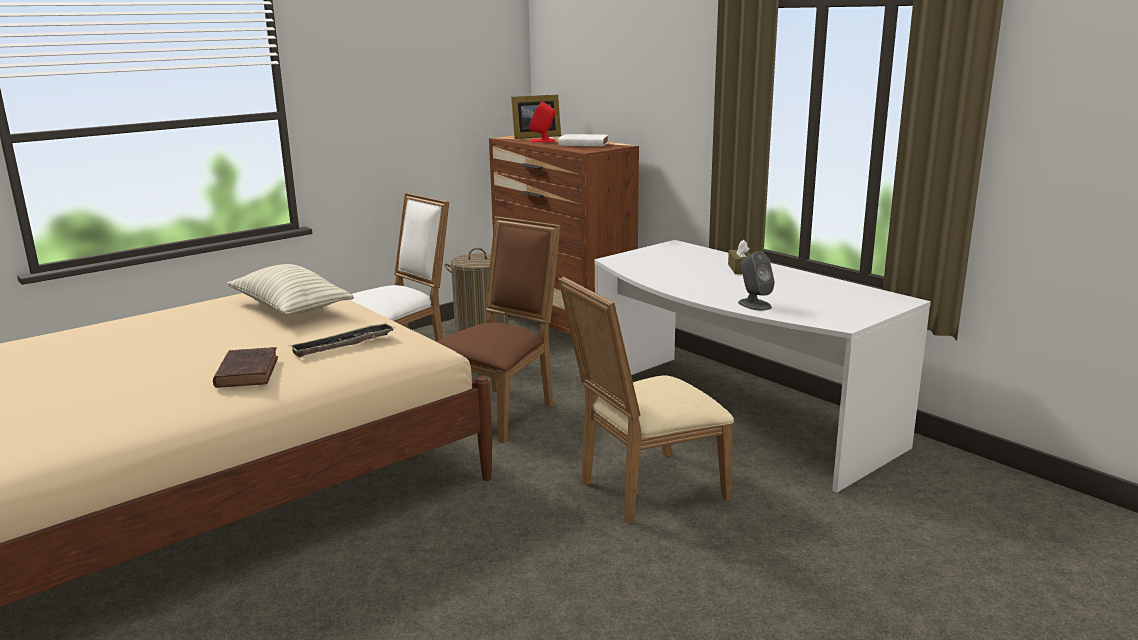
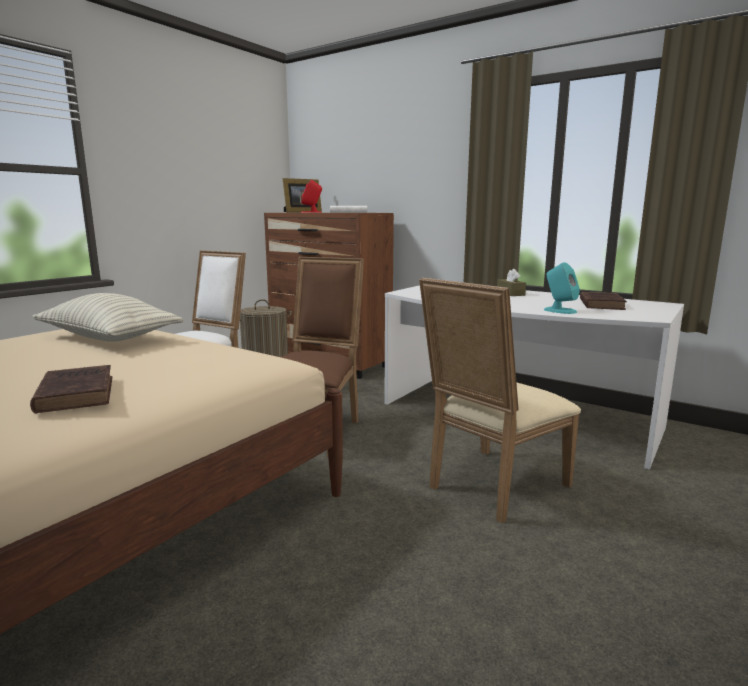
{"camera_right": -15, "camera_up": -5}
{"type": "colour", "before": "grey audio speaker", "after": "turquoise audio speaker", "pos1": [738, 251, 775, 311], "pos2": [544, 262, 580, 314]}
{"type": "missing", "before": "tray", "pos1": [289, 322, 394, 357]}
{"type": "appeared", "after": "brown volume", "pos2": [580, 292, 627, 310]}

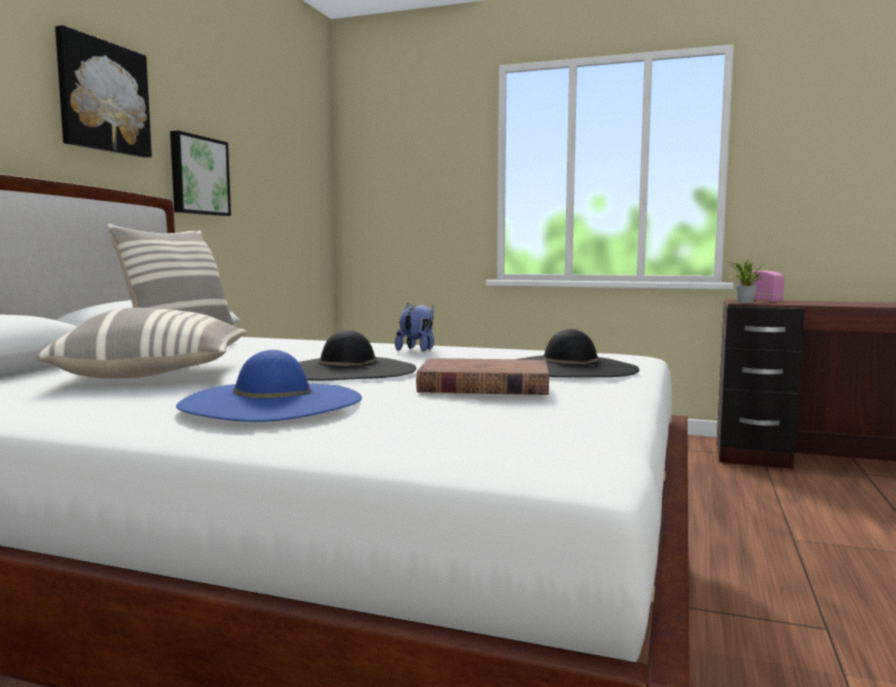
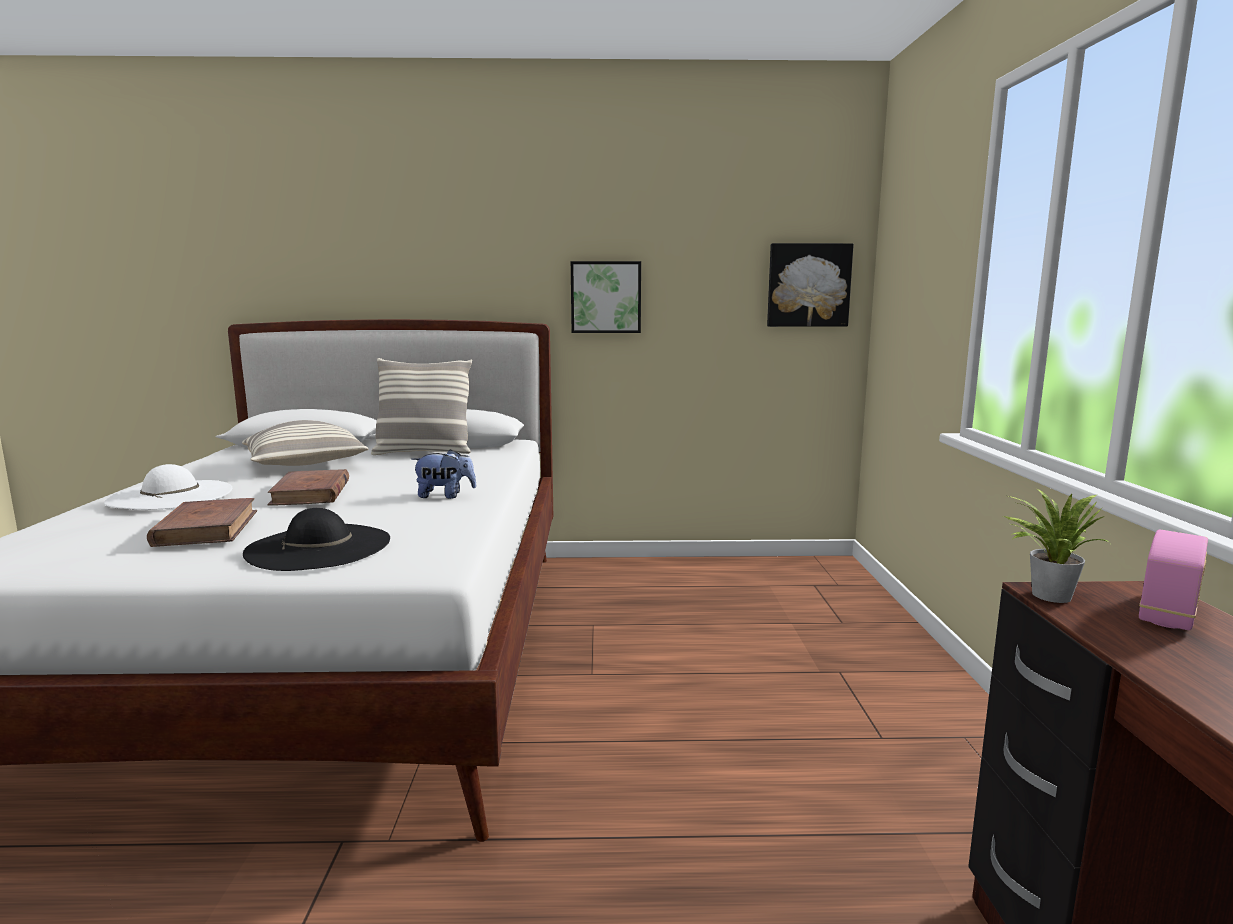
{"camera_right": 70, "camera_up": 5}
{"type": "relocated", "before": "wall picture", "pos1": [55, 25, 152, 158], "pos2": [767, 243, 854, 327]}
{"type": "exchanged", "before": "blackish clothing hat", "after": "brown volume", "pos1": [299, 330, 416, 381], "pos2": [267, 469, 349, 505]}
{"type": "colour", "before": "blue-coloured clothing hat", "after": "whitish clothing hat", "pos1": [176, 350, 362, 422], "pos2": [104, 464, 232, 510]}

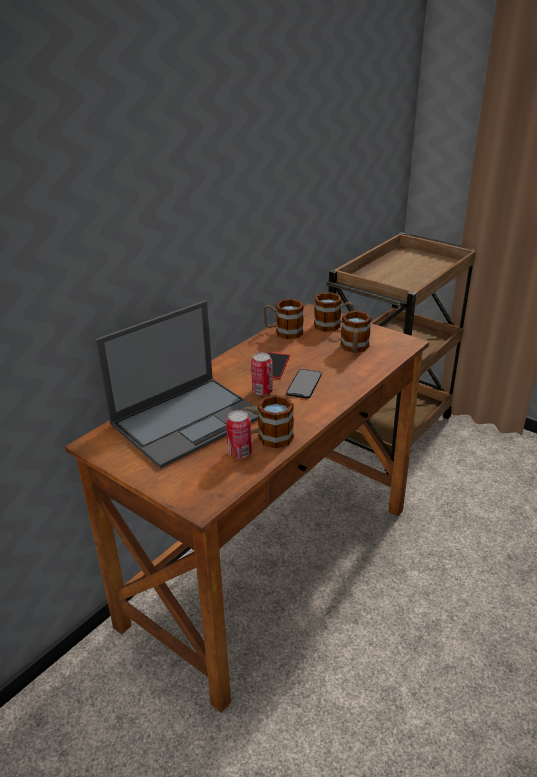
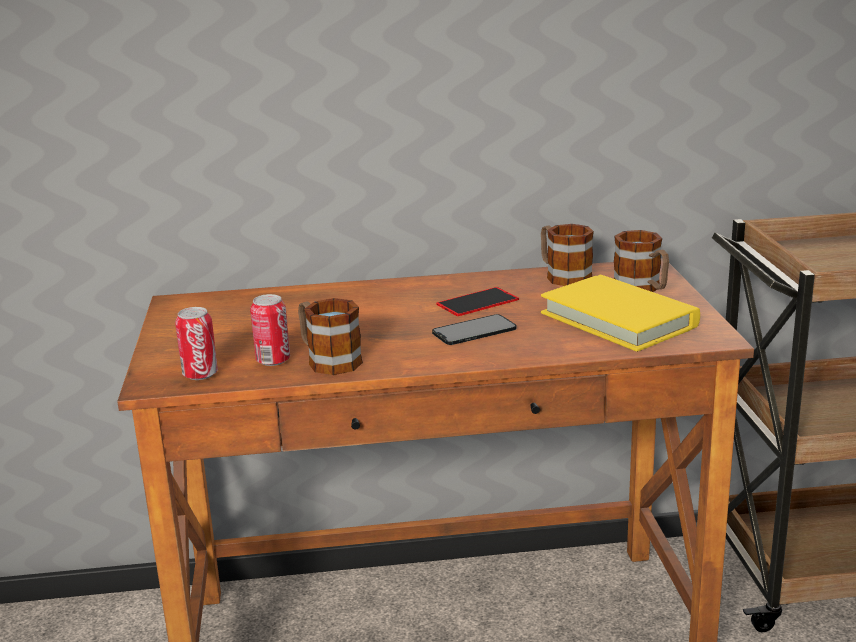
{"camera_right": 45, "camera_up": -10}
{"type": "missing", "before": "notebook computer", "pos1": [95, 300, 258, 468]}
{"type": "exchanged", "before": "tea mug", "after": "yellowish volume", "pos1": [341, 311, 371, 353], "pos2": [541, 275, 700, 352]}
{"type": "relocated", "before": "metal can", "pos1": [251, 353, 273, 395], "pos2": [175, 307, 218, 380]}

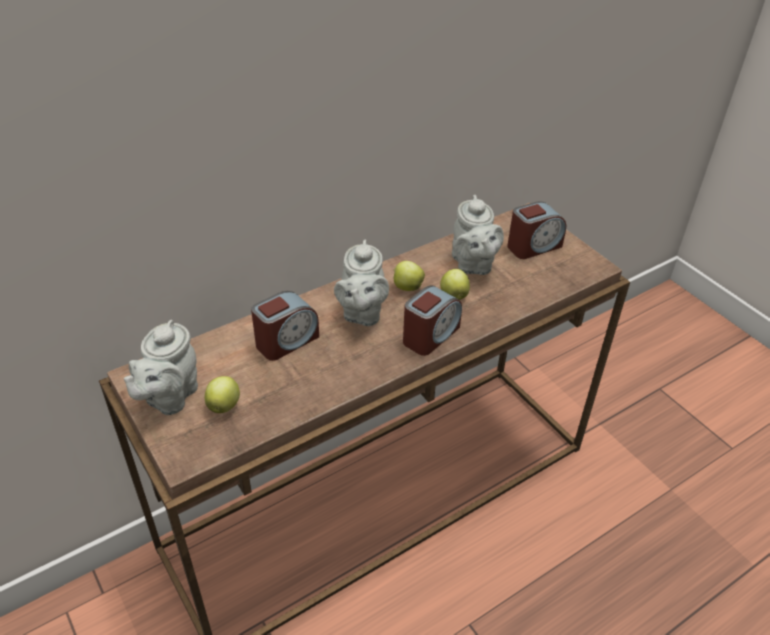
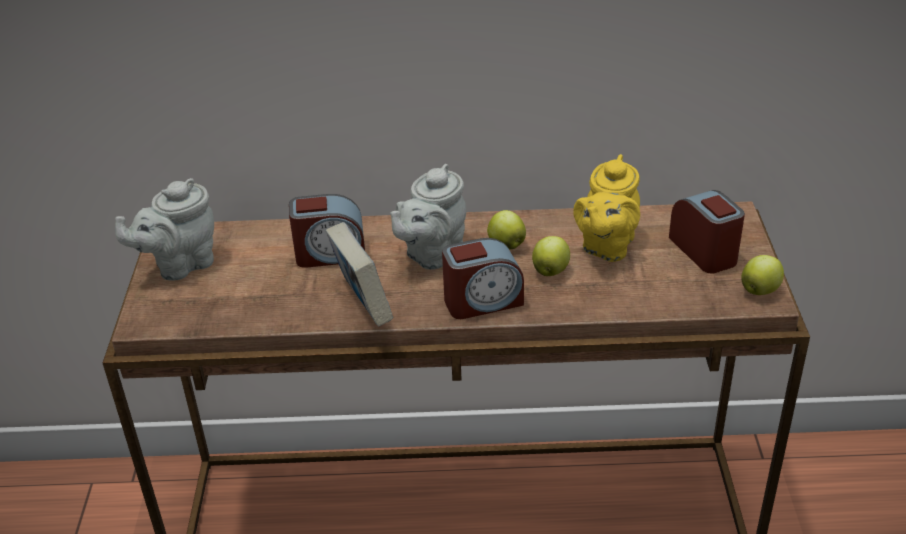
{"camera_right": 35, "camera_up": -5}
{"type": "colour", "before": "grey tea pot", "after": "yellowish tea pot", "pos1": [452, 195, 504, 275], "pos2": [573, 154, 640, 262]}
{"type": "spun", "before": "alarm clock", "pos1": [507, 201, 566, 259], "pos2": [669, 190, 745, 274], "turn": -120}
{"type": "relocated", "before": "whole apple", "pos1": [205, 376, 240, 413], "pos2": [741, 255, 784, 295]}
{"type": "appeared", "after": "volume", "pos2": [326, 222, 393, 327]}

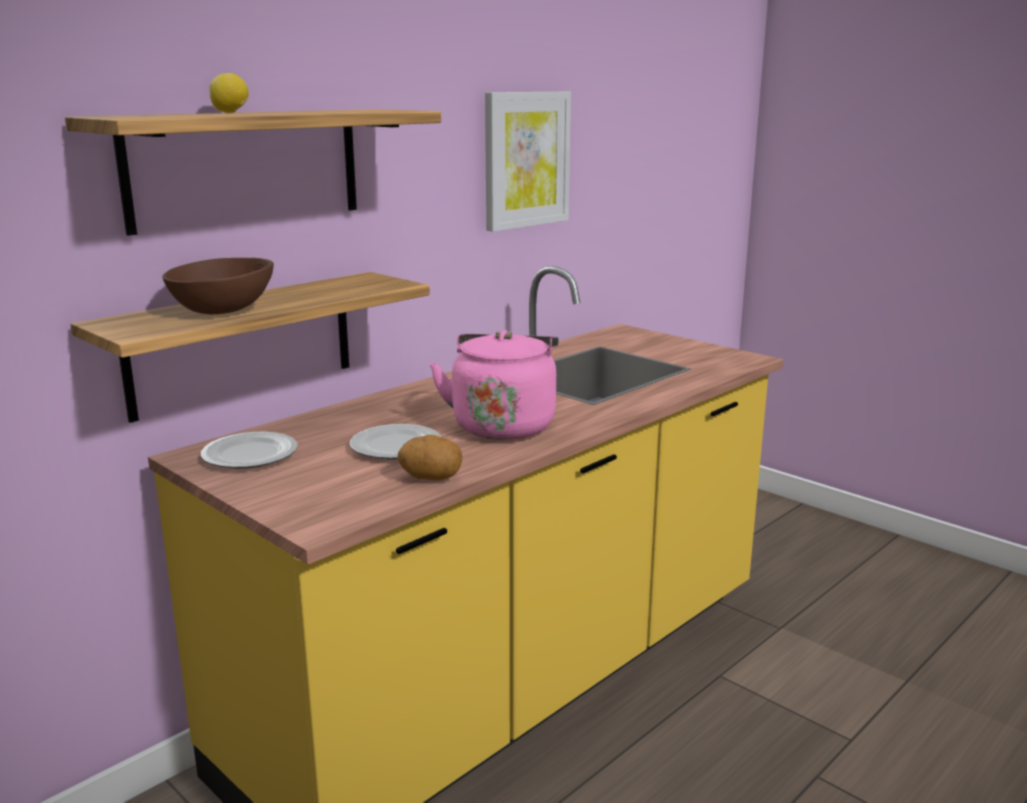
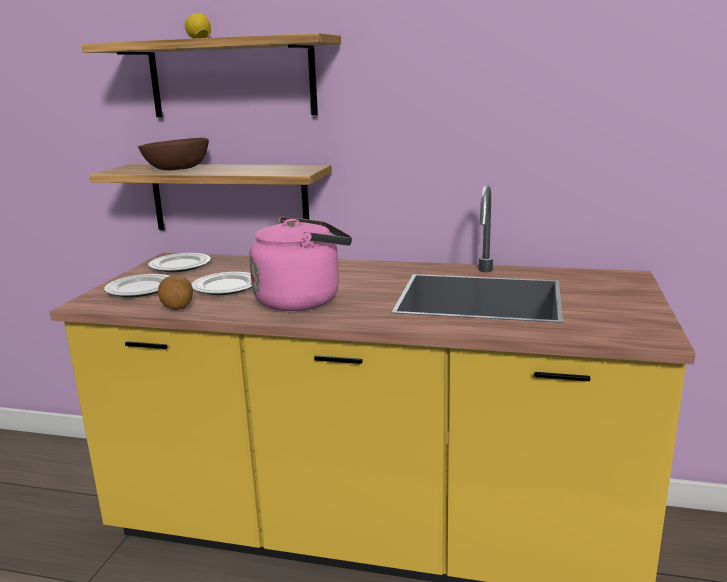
{"camera_right": 60, "camera_up": 0}
{"type": "missing", "before": "wall picture", "pos1": [485, 92, 571, 232]}
{"type": "appeared", "after": "dinner plate", "pos2": [104, 274, 169, 297]}

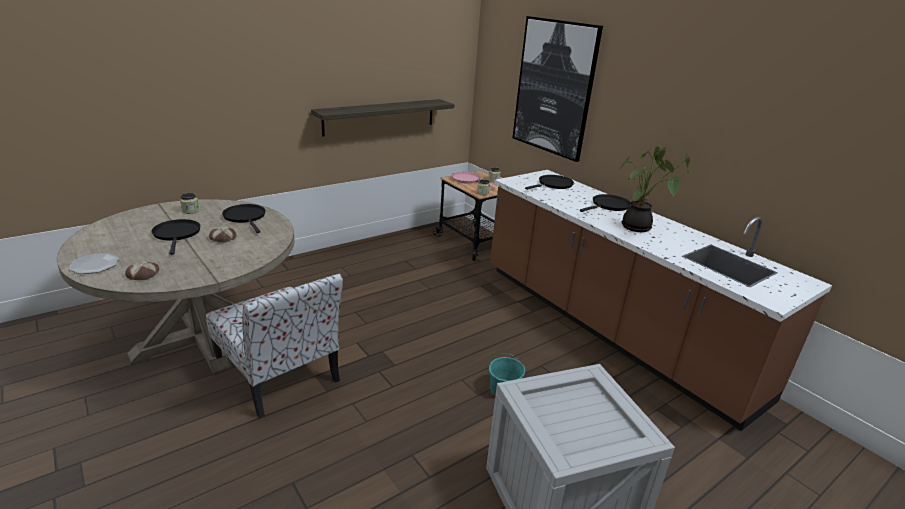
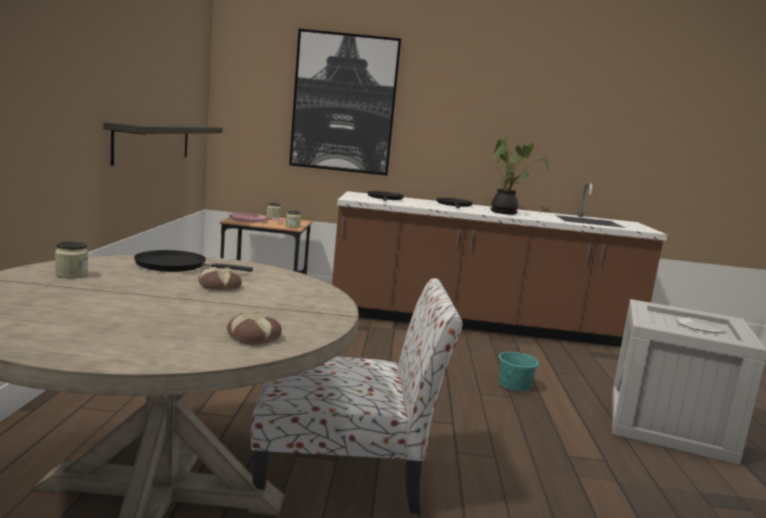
{"camera_right": -50, "camera_up": -15}
{"type": "missing", "before": "blackish pan", "pos1": [151, 219, 200, 255]}
{"type": "relocated", "before": "dinner plate", "pos1": [68, 253, 119, 274], "pos2": [676, 317, 726, 333]}

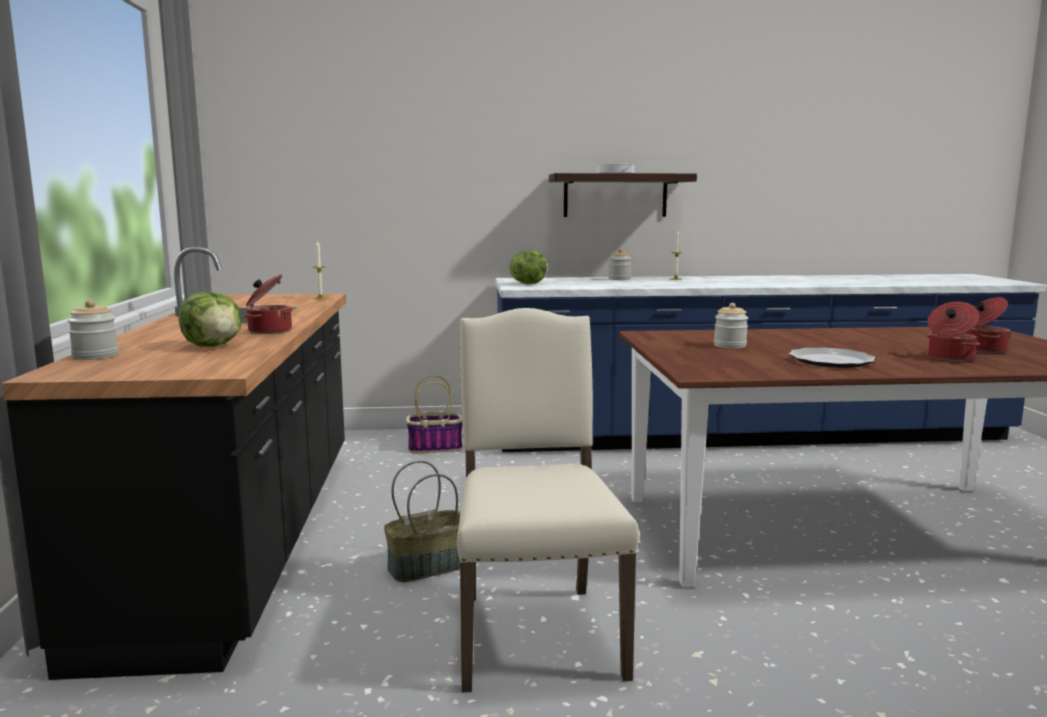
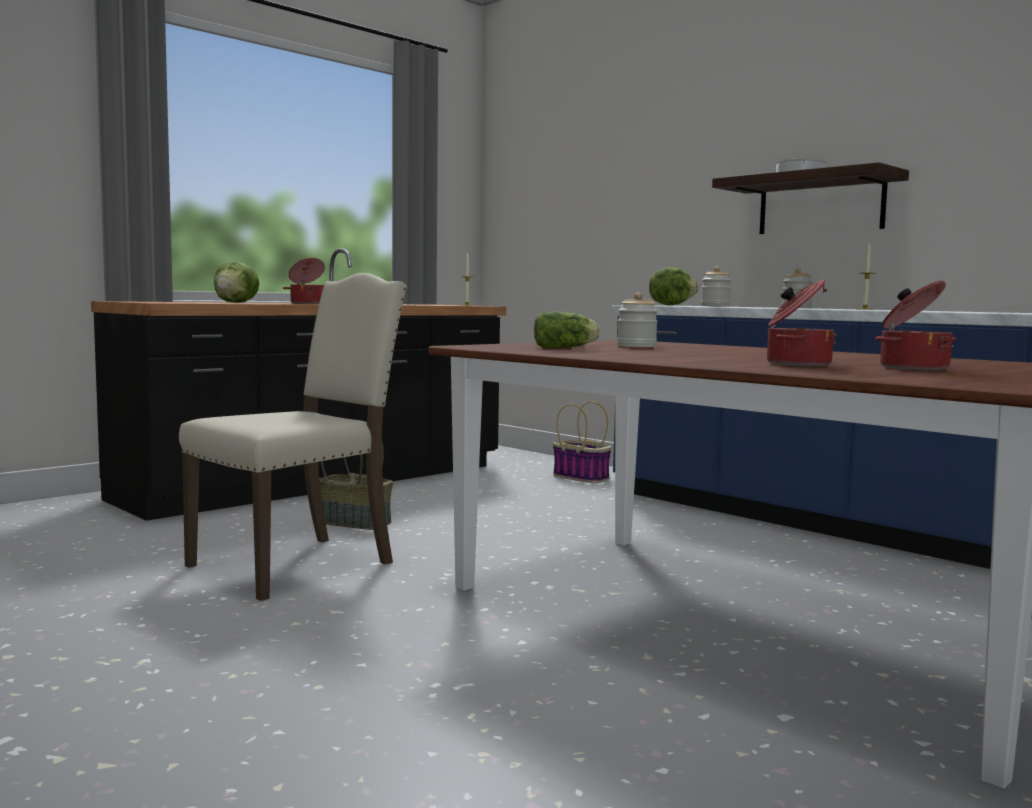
{"camera_right": 50, "camera_up": -5}
{"type": "relocated", "before": "storage jar", "pos1": [67, 300, 119, 360], "pos2": [701, 266, 732, 307]}
{"type": "missing", "before": "dinner plate", "pos1": [788, 348, 876, 368]}
{"type": "appeared", "after": "head of lettuce", "pos2": [534, 311, 600, 348]}

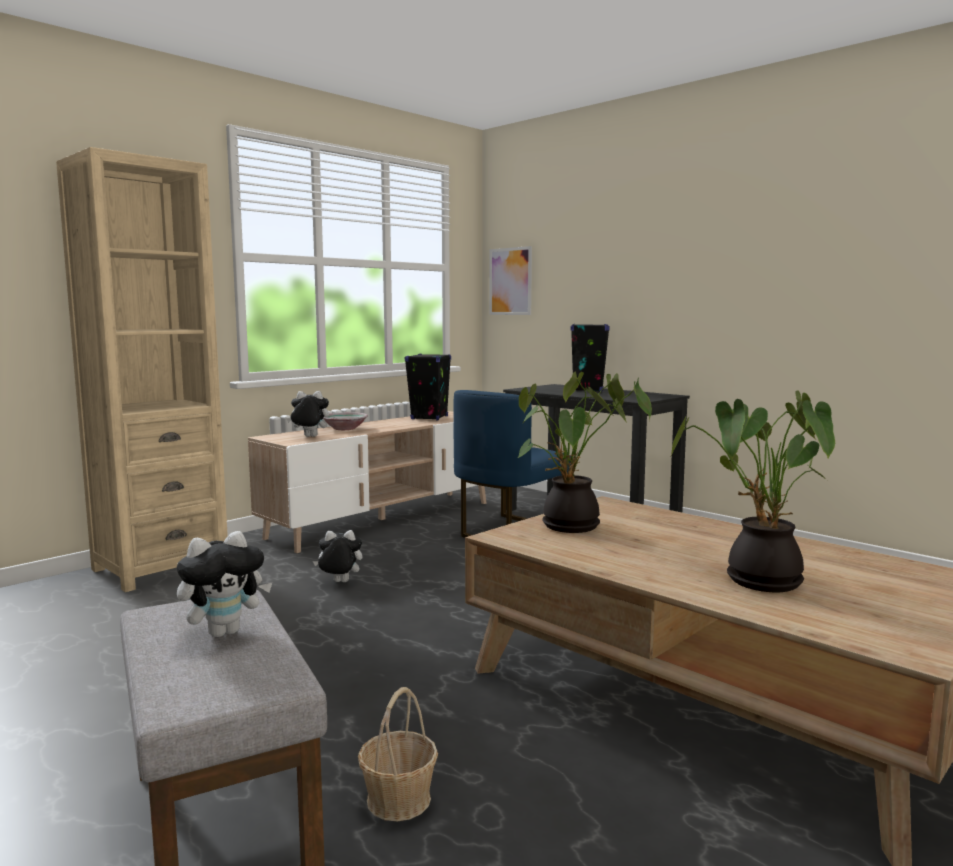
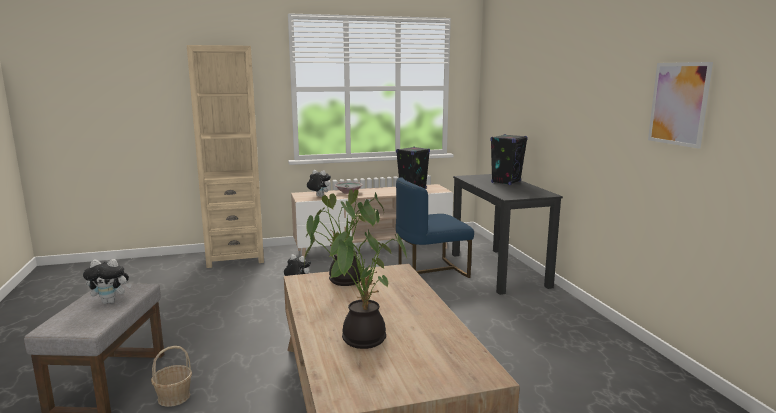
{"camera_right": 30, "camera_up": 5}
{"type": "relocated", "before": "wall picture", "pos1": [489, 246, 532, 315], "pos2": [648, 62, 713, 149]}

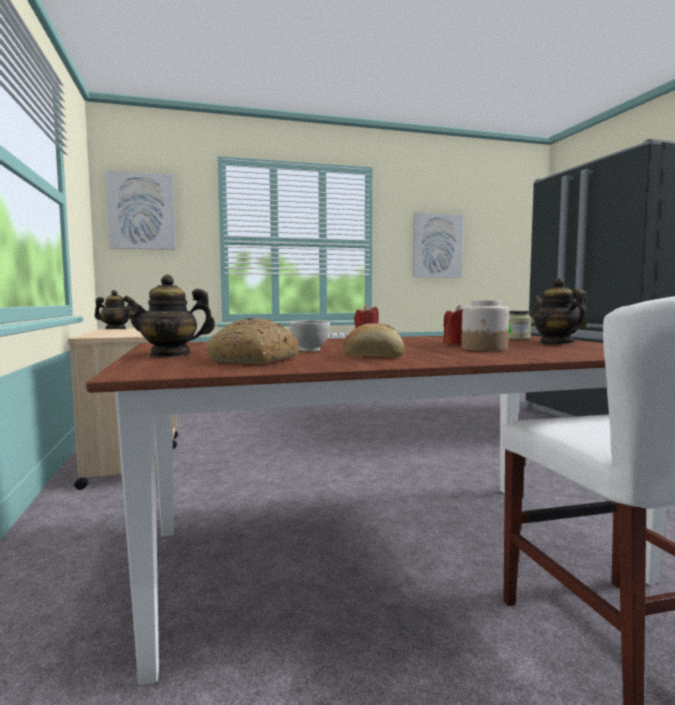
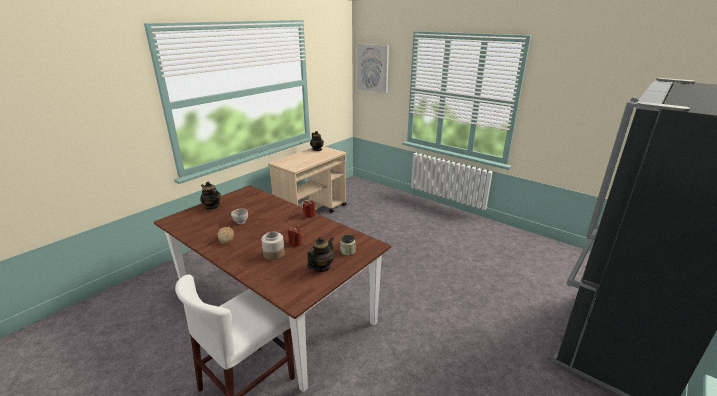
{"camera_right": 55, "camera_up": 20}
{"type": "missing", "before": "wall picture", "pos1": [413, 213, 463, 278]}
{"type": "missing", "before": "baked bread", "pos1": [206, 318, 299, 364]}

